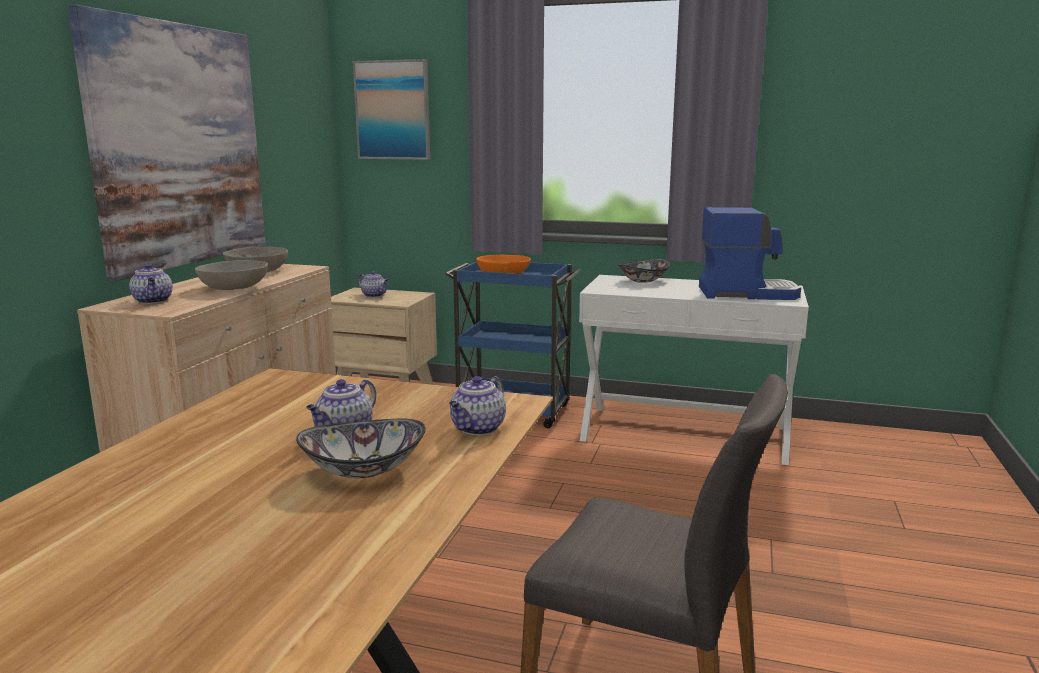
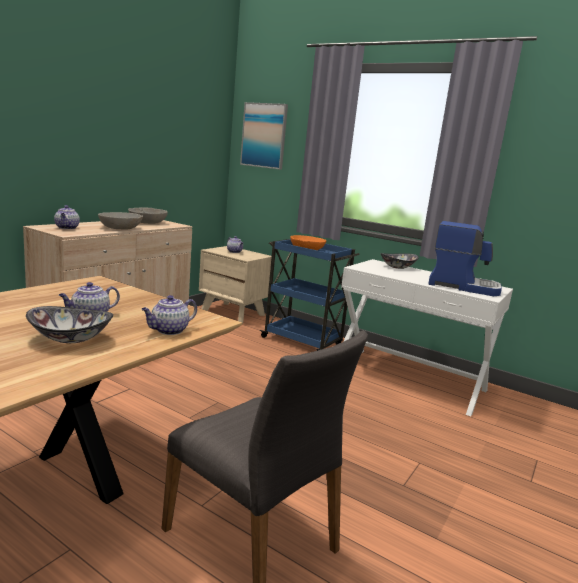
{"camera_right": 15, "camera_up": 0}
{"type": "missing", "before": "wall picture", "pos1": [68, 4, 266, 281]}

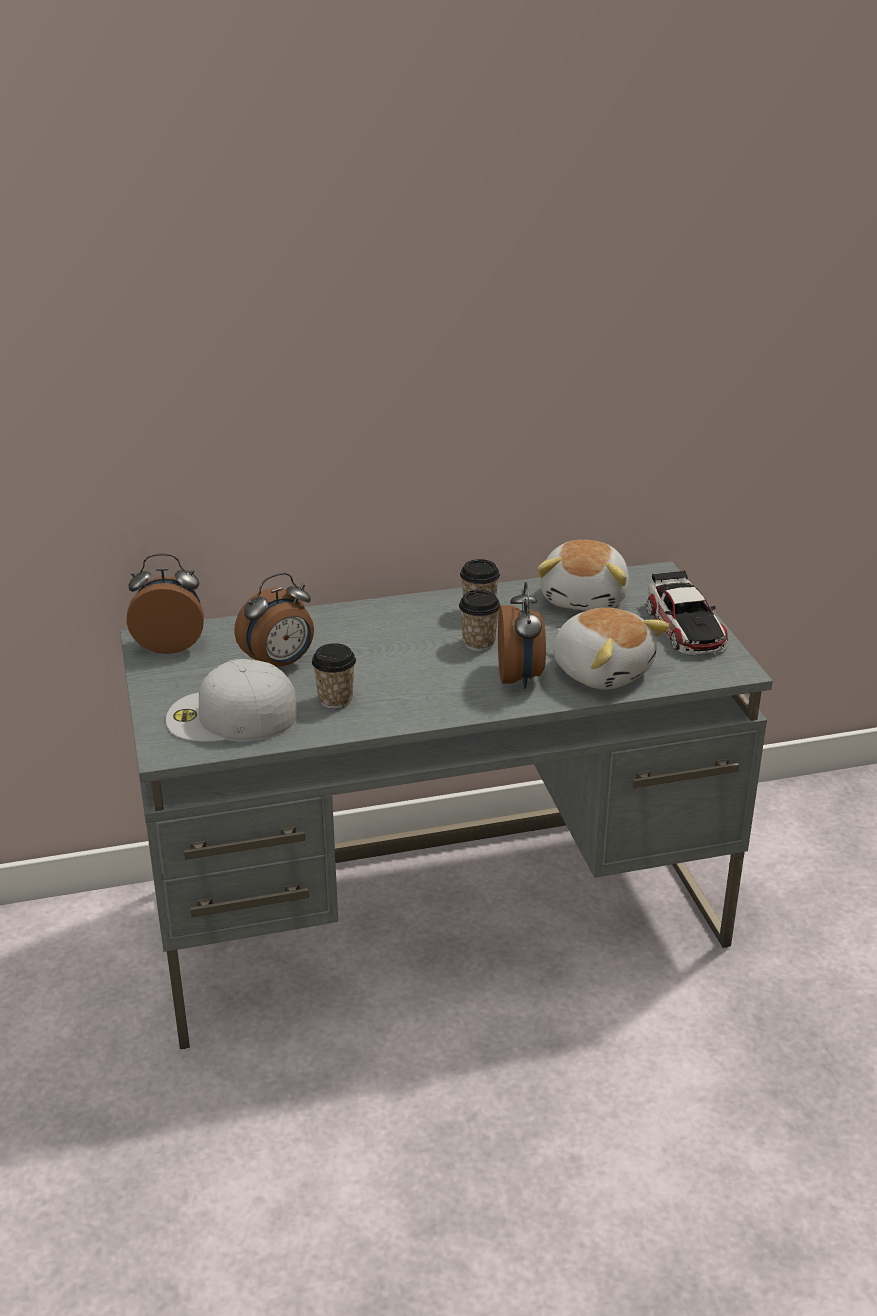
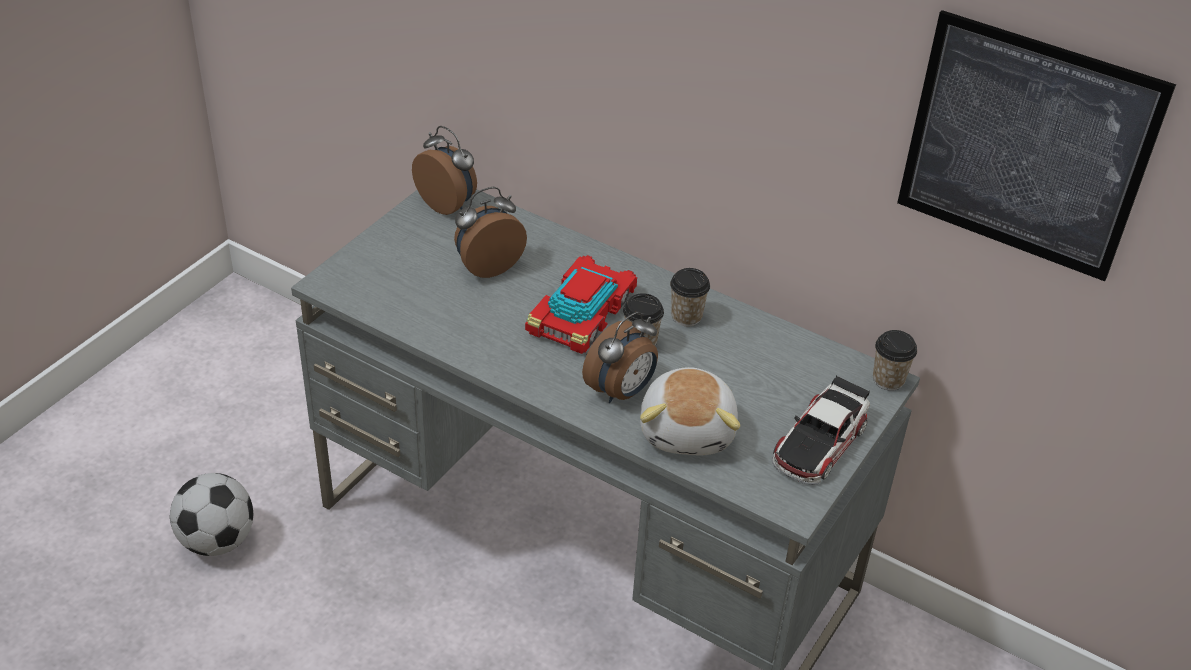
{"camera_right": 45, "camera_up": 10}
{"type": "missing", "before": "cuddly toy", "pos1": [537, 540, 629, 611]}
{"type": "spun", "before": "alarm clock", "pos1": [234, 573, 314, 667], "pos2": [454, 187, 527, 278], "turn": 135}
{"type": "relocated", "before": "cup", "pos1": [312, 643, 356, 709], "pos2": [873, 330, 917, 391]}
{"type": "missing", "before": "whitish peaked cap", "pos1": [166, 659, 298, 742]}
{"type": "appeared", "after": "wall picture", "pos2": [897, 10, 1176, 281]}
{"type": "appeared", "after": "model car", "pos2": [525, 255, 637, 354]}
{"type": "appeared", "after": "football", "pos2": [170, 473, 253, 556]}

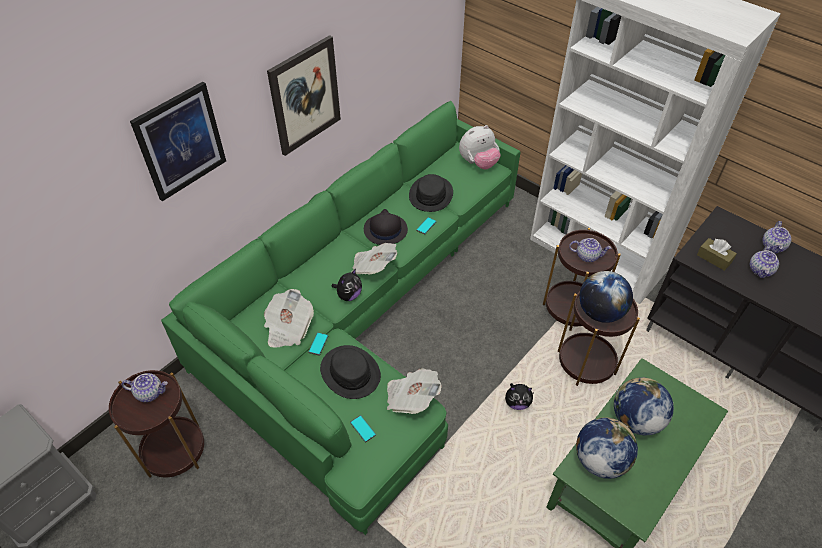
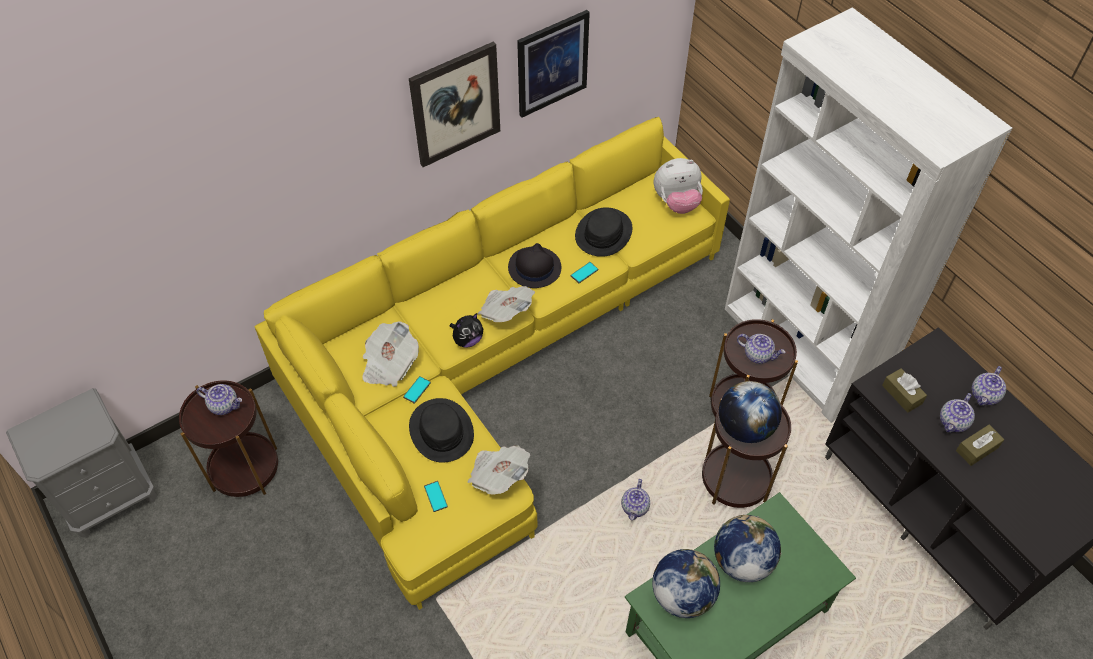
{"camera_right": 15, "camera_up": 5}
{"type": "relocated", "before": "wall picture", "pos1": [130, 82, 226, 201], "pos2": [517, 10, 590, 118]}
{"type": "colour", "before": "green settee", "after": "yellowish settee", "pos1": [161, 101, 521, 535], "pos2": [255, 117, 730, 610]}
{"type": "exchanged", "before": "cuddly toy", "after": "tea pot", "pos1": [505, 383, 533, 410], "pos2": [621, 479, 650, 520]}
{"type": "appeared", "after": "brown tissue holder", "pos2": [956, 425, 1004, 466]}

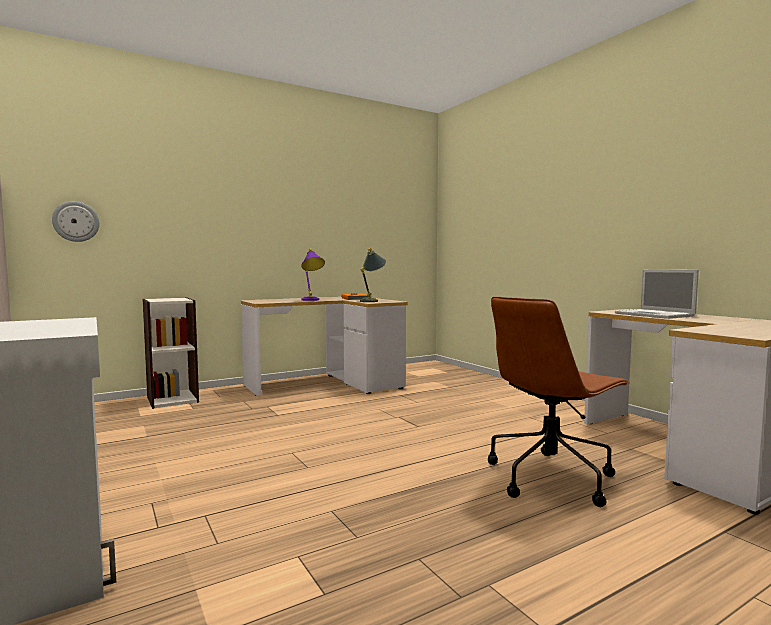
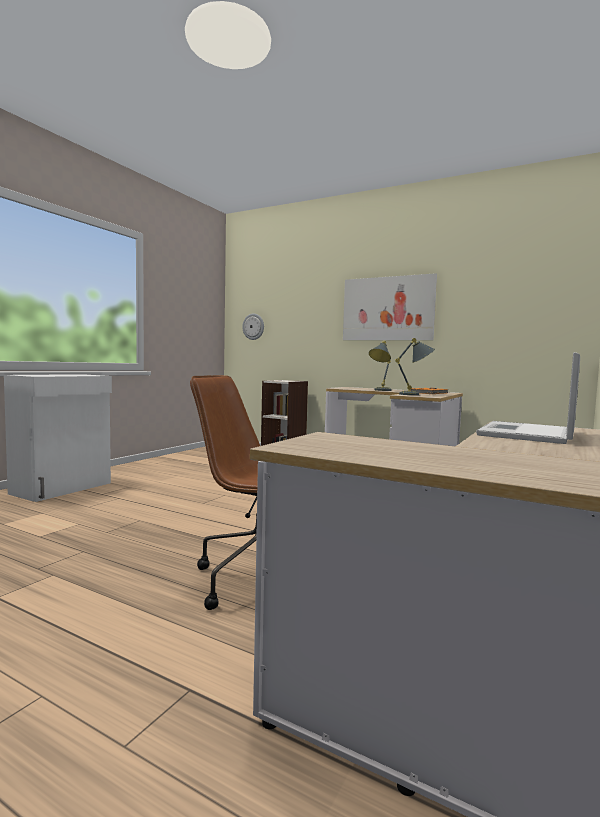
{"camera_right": 60, "camera_up": 0}
{"type": "colour", "before": "purple lamp for a table", "after": "grey lamp for a table", "pos1": [301, 248, 325, 301], "pos2": [369, 341, 391, 391]}
{"type": "appeared", "after": "wall picture", "pos2": [343, 273, 437, 340]}

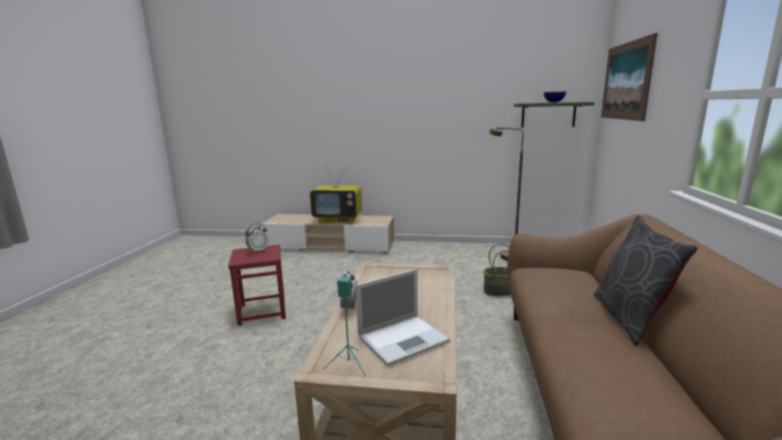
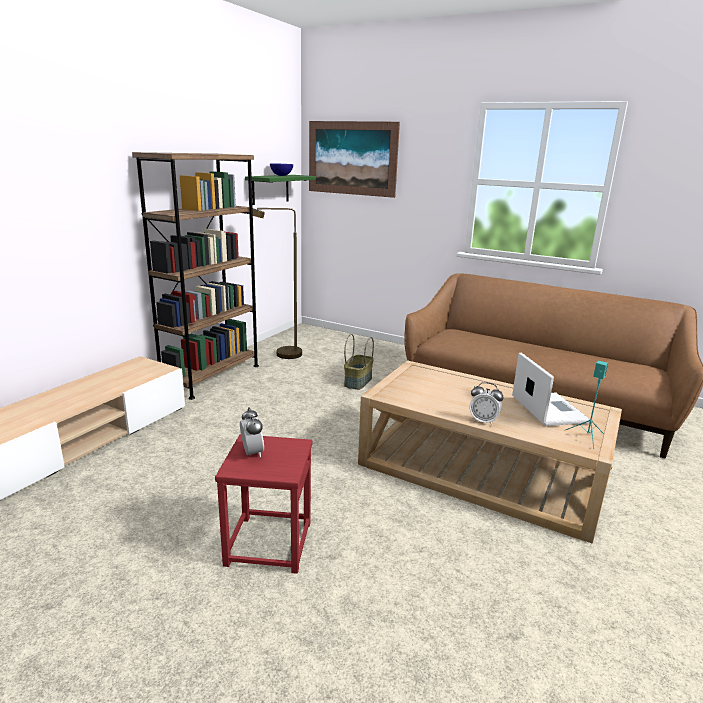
{"camera_right": -70, "camera_up": 5}
{"type": "missing", "before": "TV set", "pos1": [310, 167, 362, 223]}
{"type": "missing", "before": "grey pillow", "pos1": [594, 215, 698, 345]}
{"type": "appeared", "after": "brown shelving unit", "pos2": [132, 152, 259, 400]}

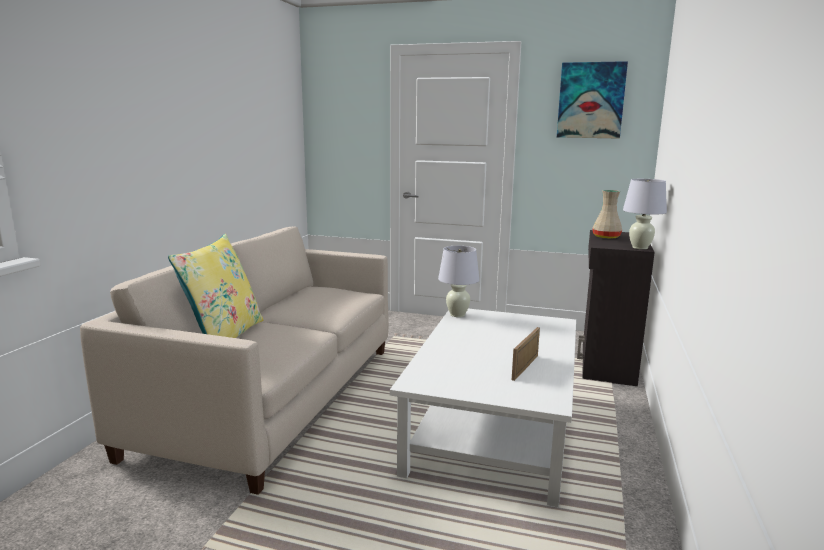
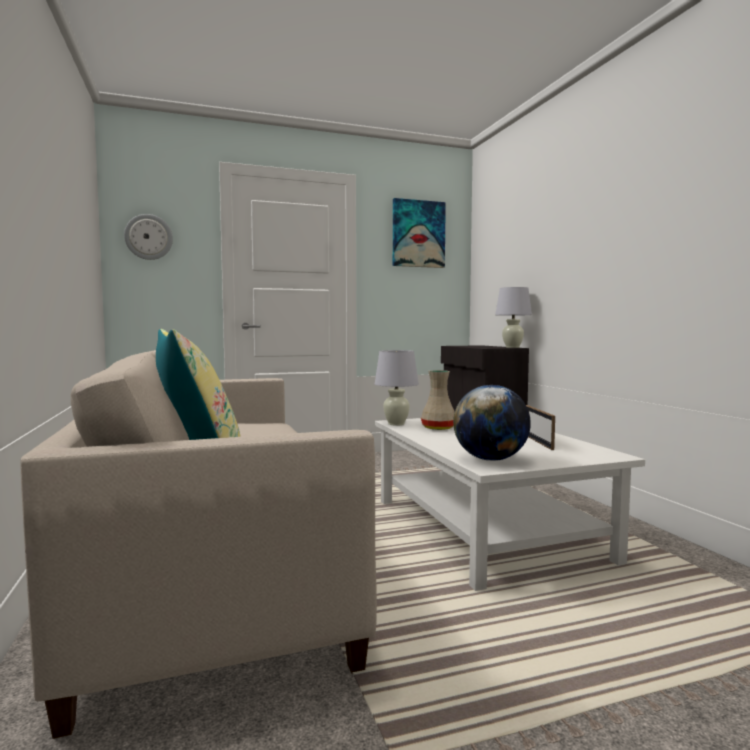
{"camera_right": -35, "camera_up": -10}
{"type": "relocated", "before": "beige-coloured decorative vase", "pos1": [592, 190, 622, 239], "pos2": [421, 370, 455, 430]}
{"type": "appeared", "after": "wall clock", "pos2": [124, 214, 173, 260]}
{"type": "appeared", "after": "globe", "pos2": [453, 385, 531, 461]}

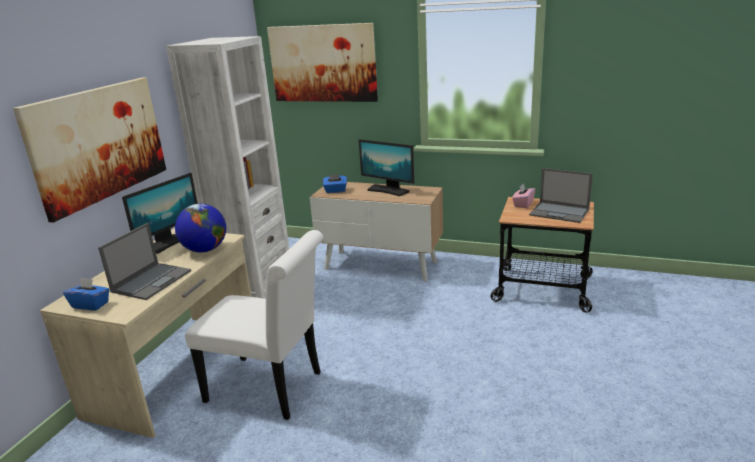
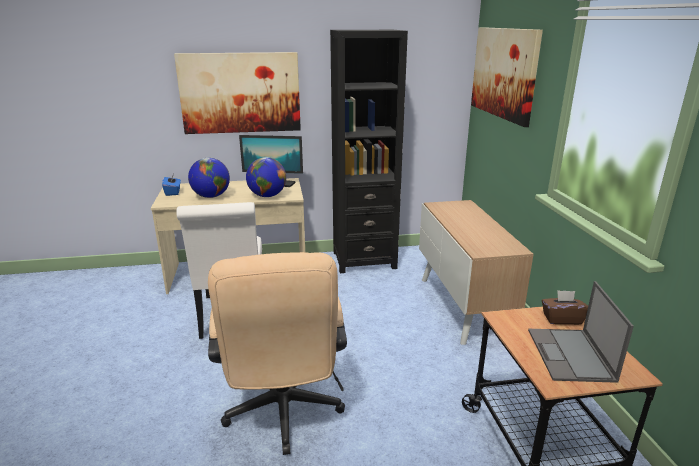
{"camera_right": 60, "camera_up": 0}
{"type": "colour", "before": "whitish shelving unit", "after": "blackish shelving unit", "pos1": [166, 36, 289, 299], "pos2": [330, 30, 408, 273]}
{"type": "missing", "before": "computer display", "pos1": [359, 139, 414, 196]}
{"type": "missing", "before": "blue-coloured tissue holder", "pos1": [323, 174, 347, 193]}
{"type": "colour", "before": "pink-coloured tissue holder", "after": "brown tissue holder", "pos1": [512, 183, 535, 208], "pos2": [542, 290, 588, 325]}
{"type": "exchanged", "before": "notebook computer", "after": "globe", "pos1": [98, 223, 191, 300], "pos2": [188, 158, 230, 198]}
{"type": "appeared", "after": "beige-coloured desk chair", "pos2": [208, 252, 347, 455]}

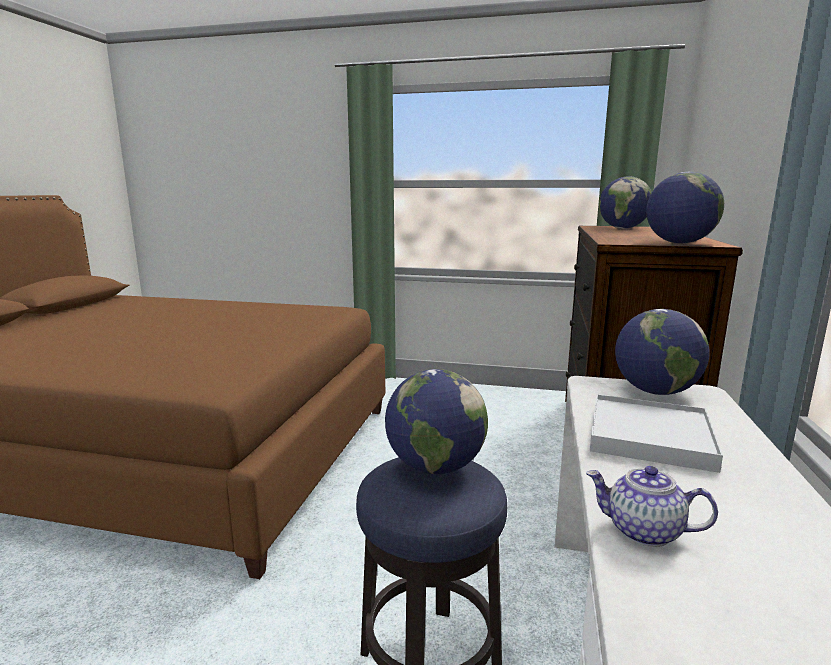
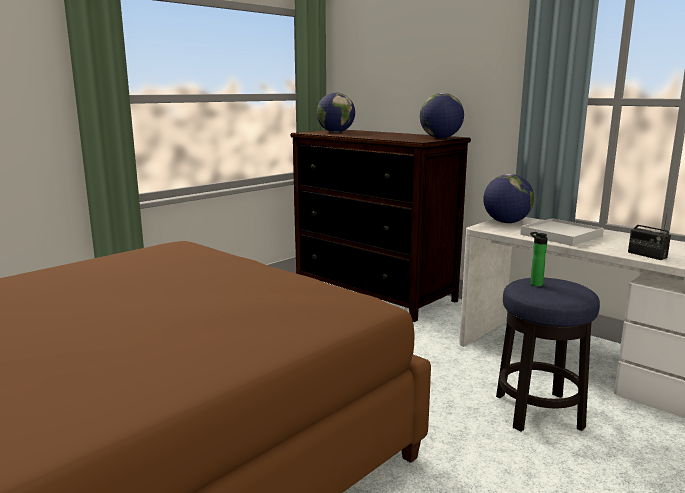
{"camera_right": -60, "camera_up": 0}
{"type": "exchanged", "before": "globe", "after": "beverage bottle", "pos1": [385, 369, 488, 474], "pos2": [530, 232, 548, 286]}
{"type": "exchanged", "before": "tea pot", "after": "radio", "pos1": [586, 466, 718, 547], "pos2": [628, 209, 671, 260]}

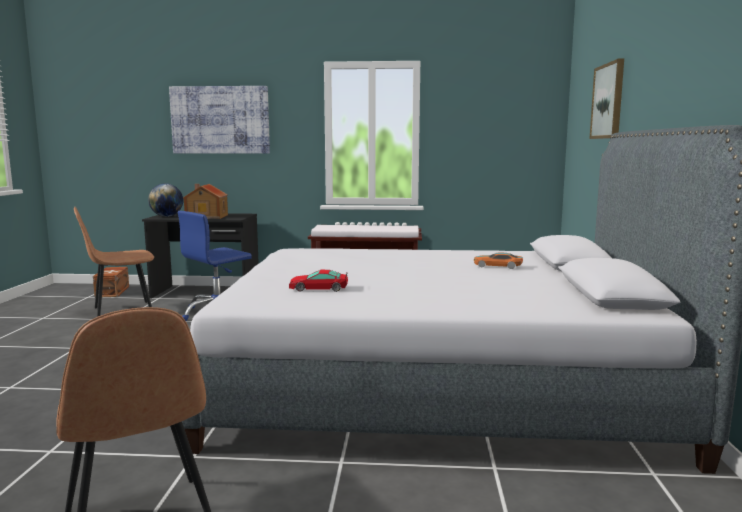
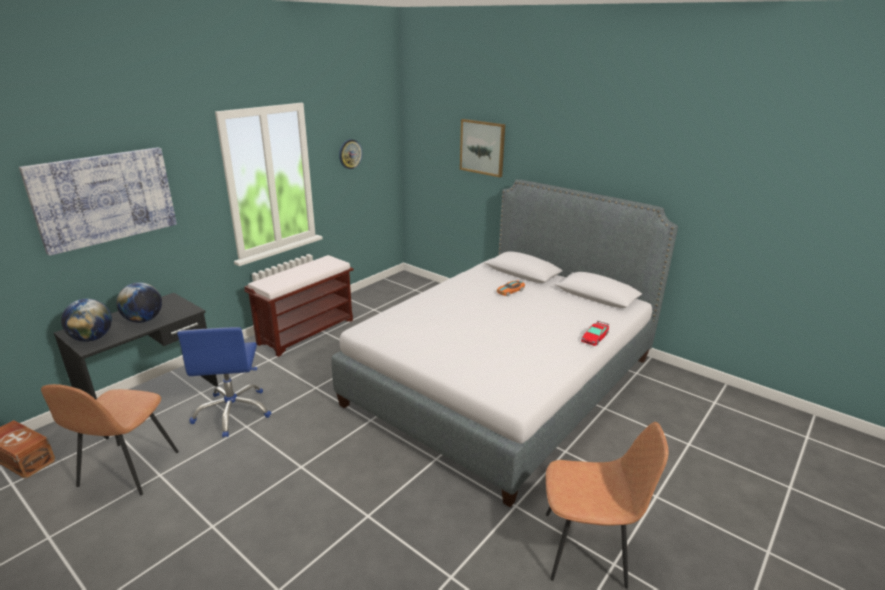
{"camera_right": -55, "camera_up": 15}
{"type": "exchanged", "before": "miniature house", "after": "globe", "pos1": [183, 184, 228, 219], "pos2": [116, 282, 162, 323]}
{"type": "relocated", "before": "model car", "pos1": [289, 270, 348, 292], "pos2": [581, 321, 609, 346]}
{"type": "appeared", "after": "wall clock", "pos2": [339, 139, 362, 169]}

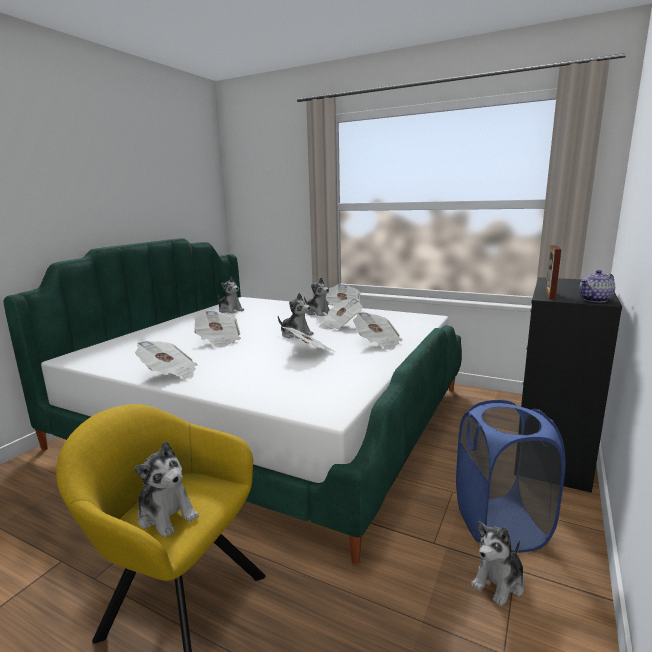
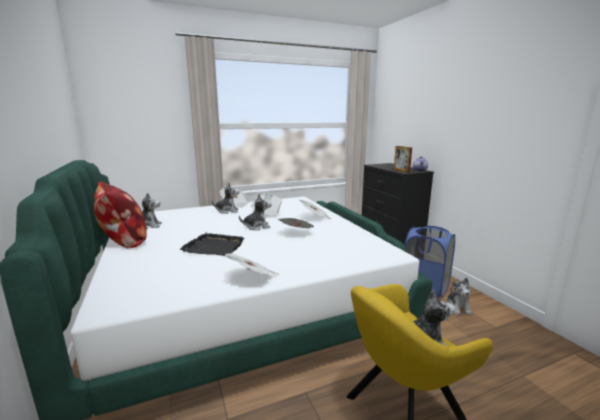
{"camera_right": -50, "camera_up": 0}
{"type": "exchanged", "before": "printed paper", "after": "blackish tray", "pos1": [194, 310, 241, 348], "pos2": [180, 233, 244, 256]}
{"type": "appeared", "after": "pillow", "pos2": [94, 182, 147, 249]}

